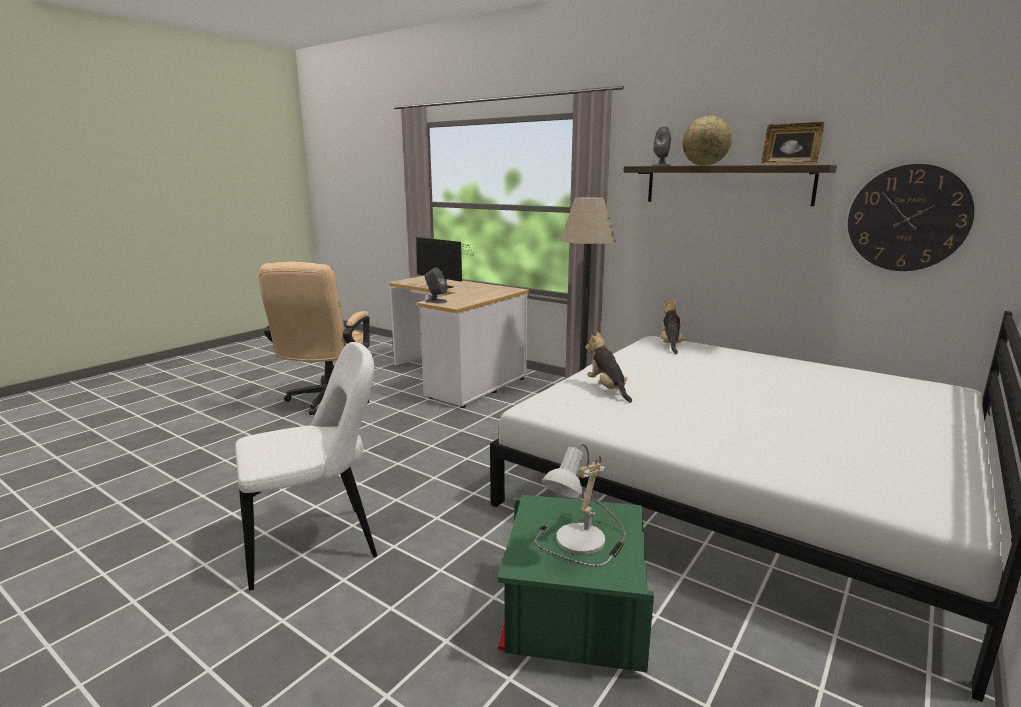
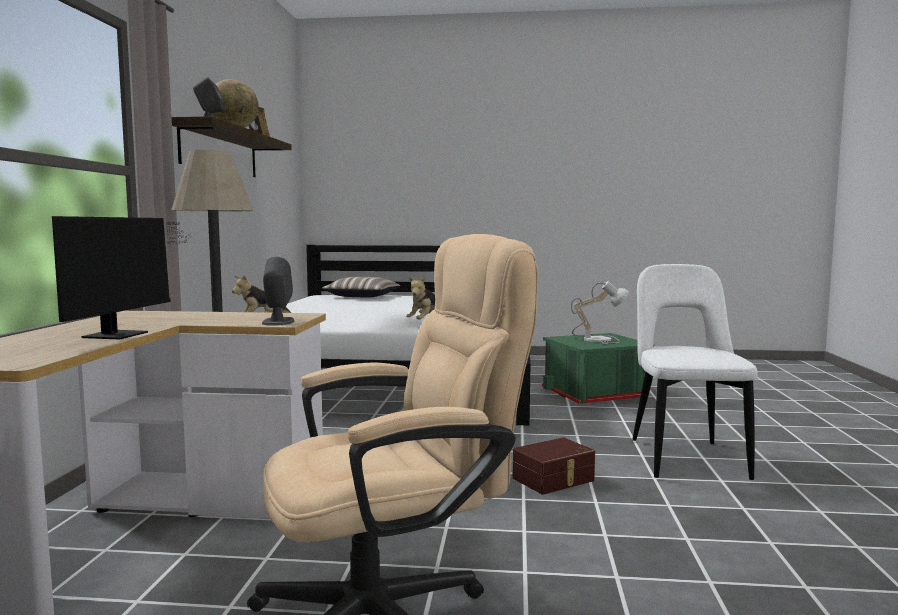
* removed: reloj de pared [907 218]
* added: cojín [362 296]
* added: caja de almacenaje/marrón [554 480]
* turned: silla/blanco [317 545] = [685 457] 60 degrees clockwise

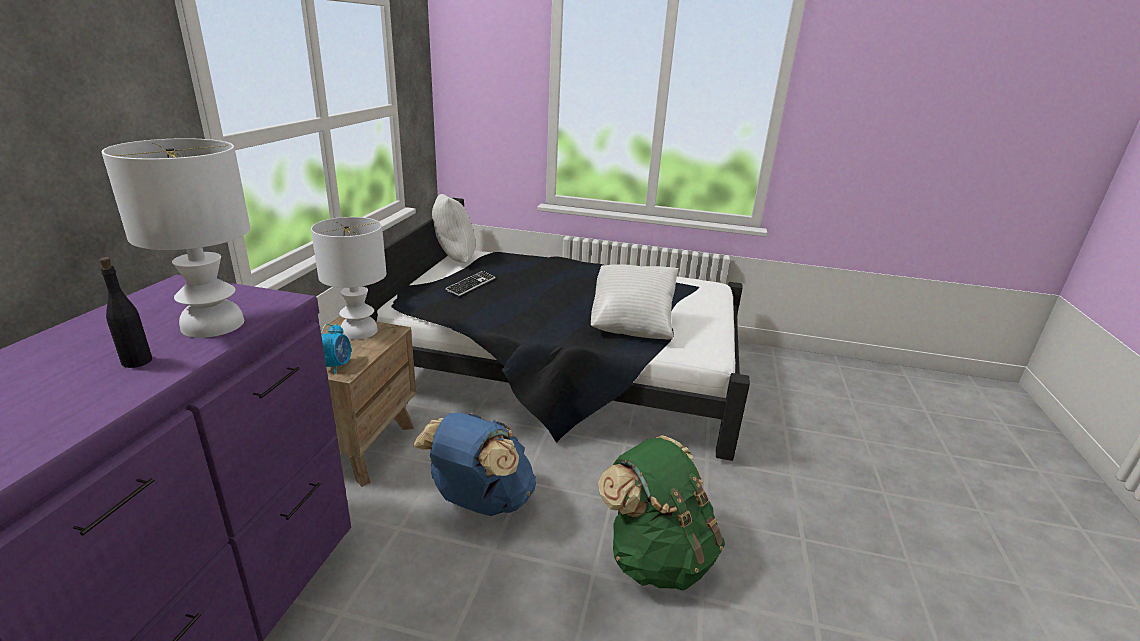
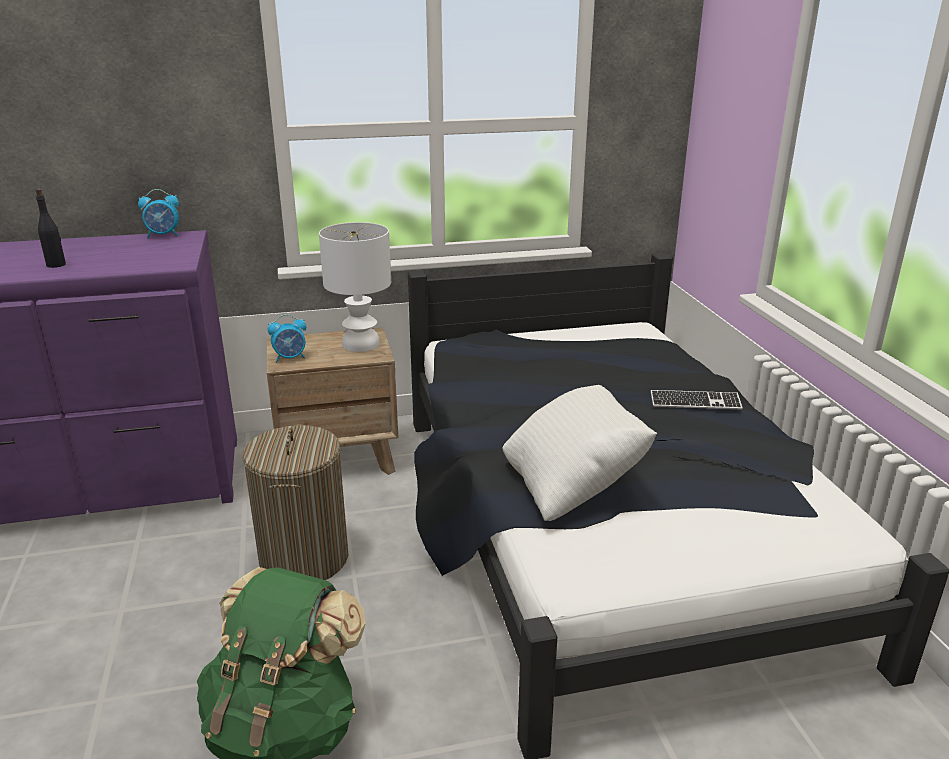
* removed: lámpara de mesa/blanco [214 324]
* removed: cojín/blanco [453 260]
* added: despertador [163 235]
* moved: teclado [471 285] to [695 402]
* replaced: mochila/azul [480 501] to cesto de la ropa [304 558]

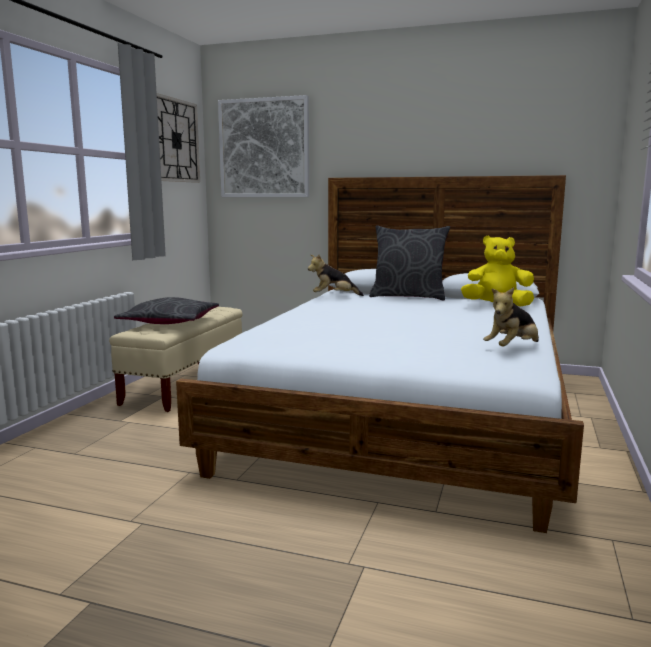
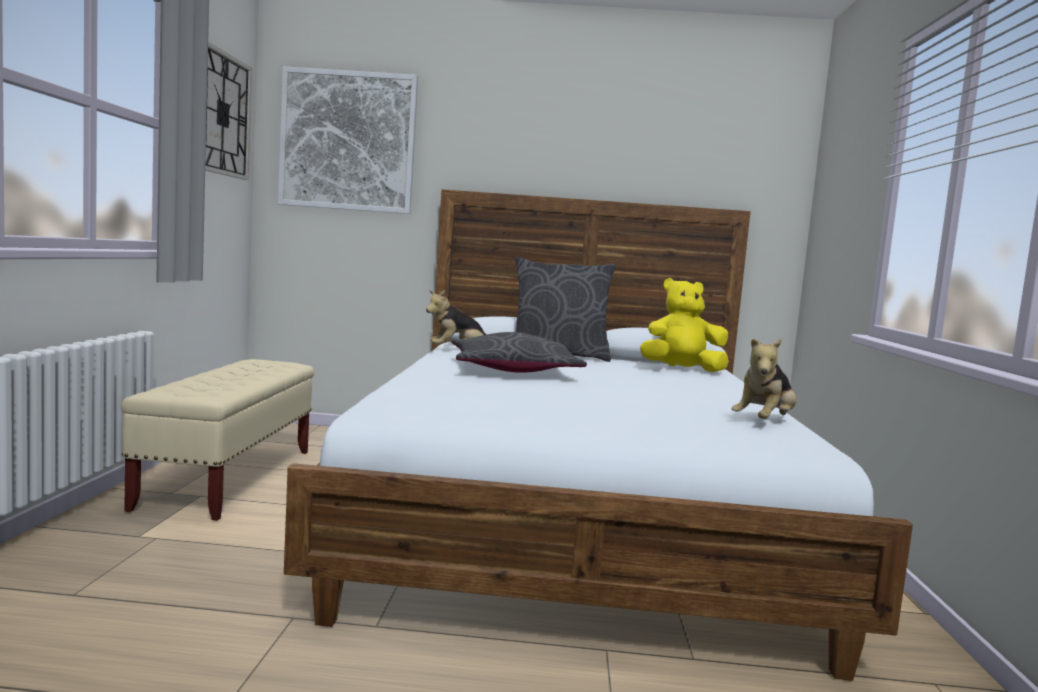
* moved: cojín/gris [169 322] to [513 371]

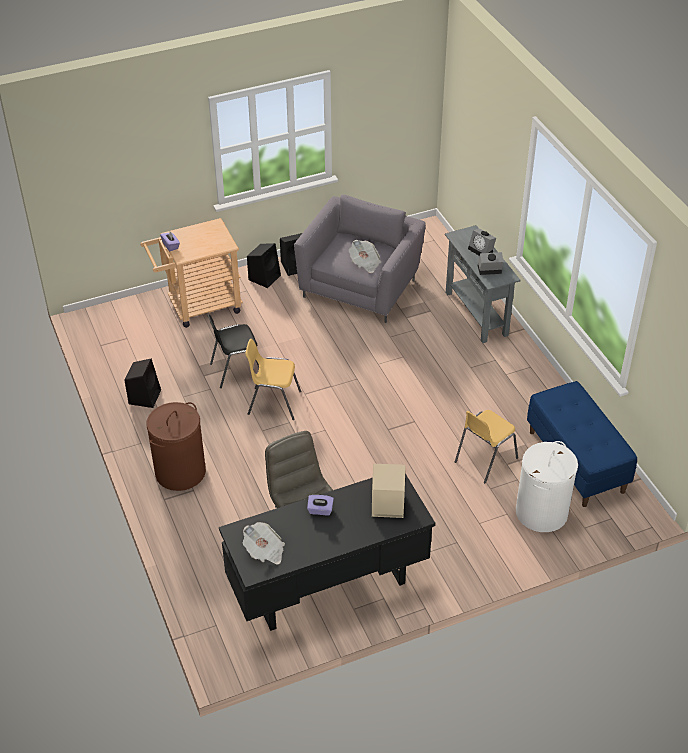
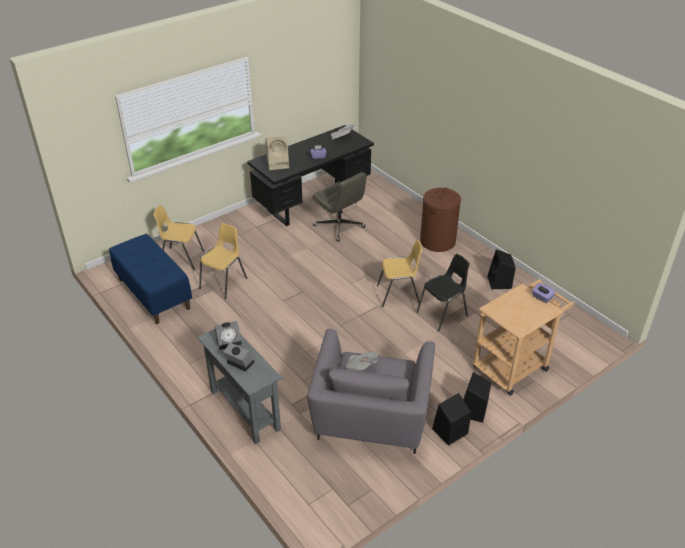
* replaced: cesto de la ropa/blanco [541 513] to silla/amarillo [181 258]

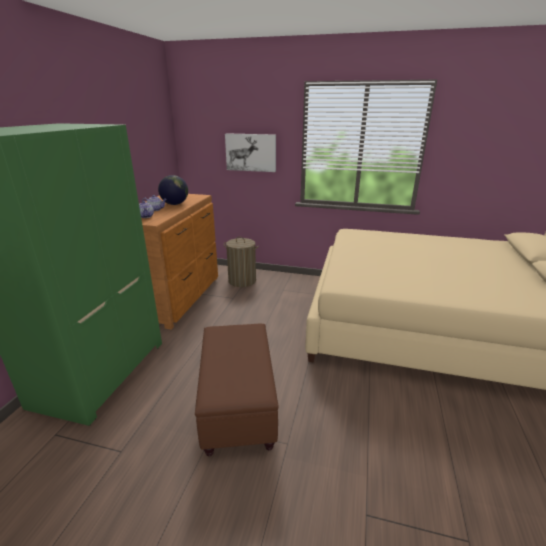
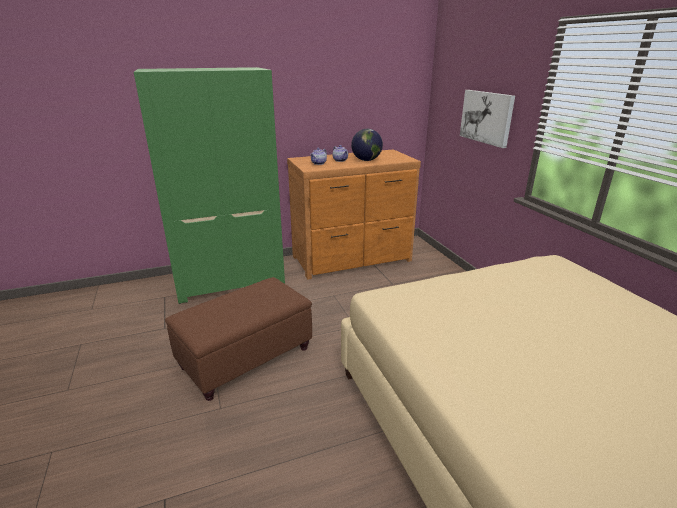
* removed: cesto de la ropa [242 281]

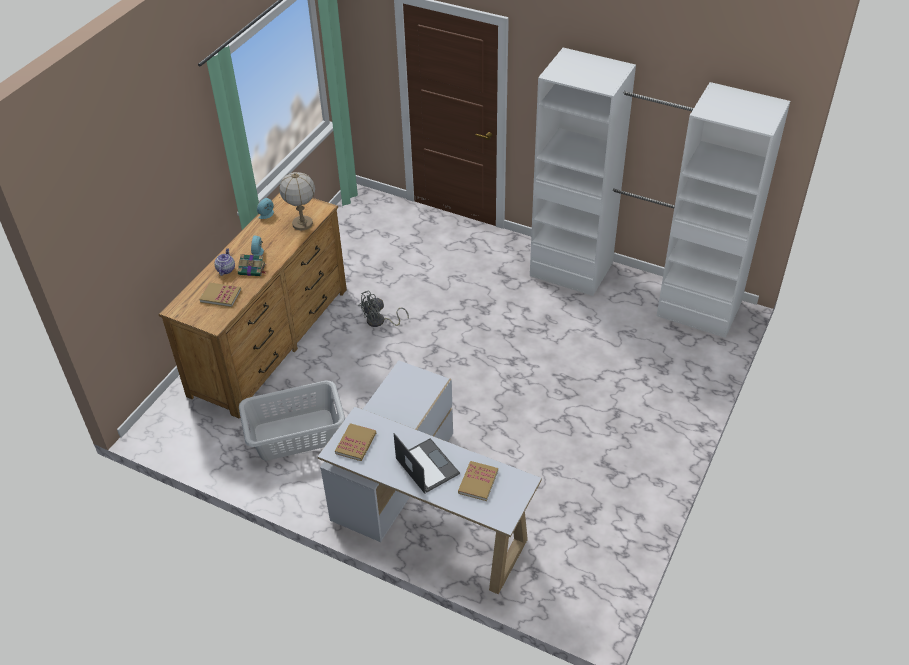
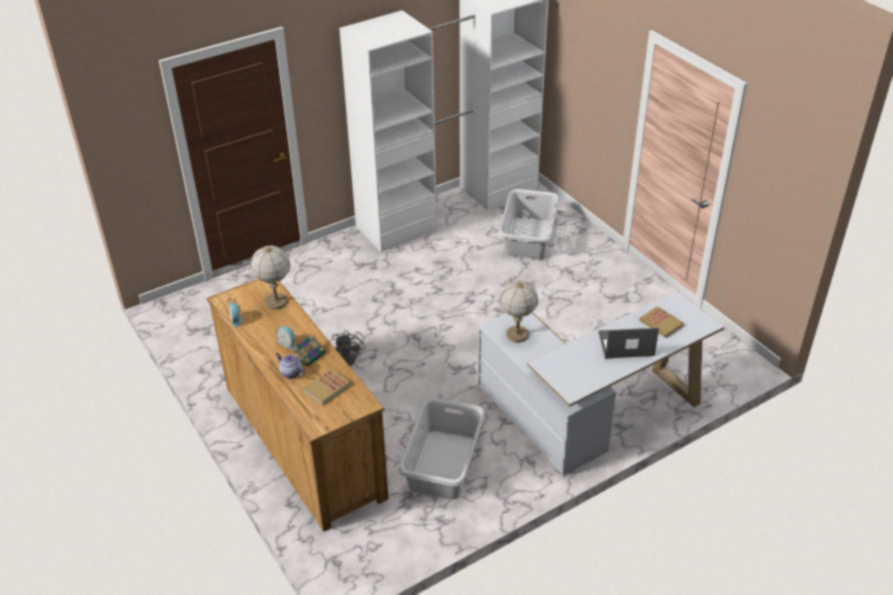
* removed: libro [356 443]
* added: cesto de la ropa/gris [528 238]
* added: lámpara de mesa [517 335]

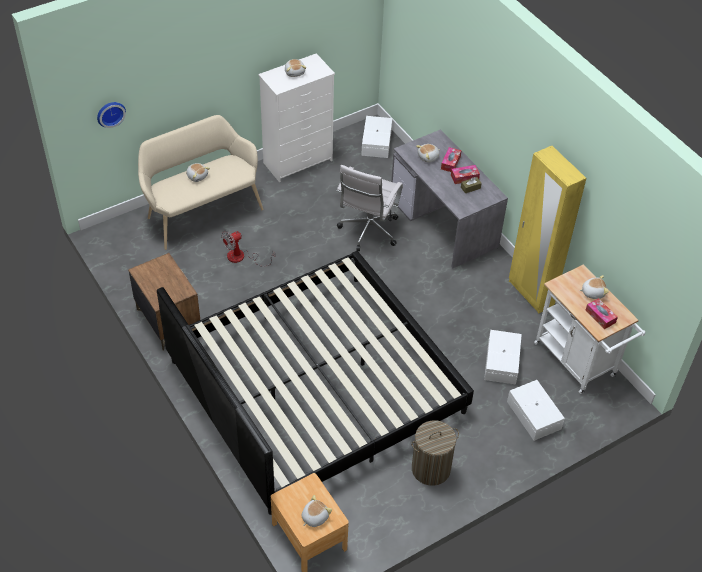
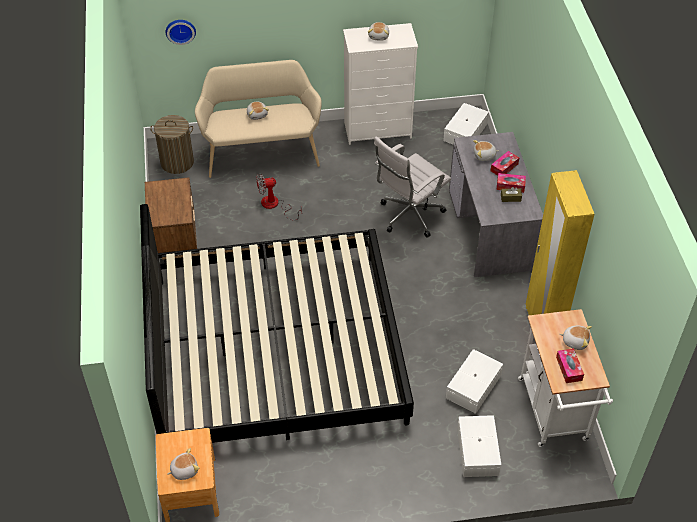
* moved: cesto de la ropa [431 469] to [177 162]

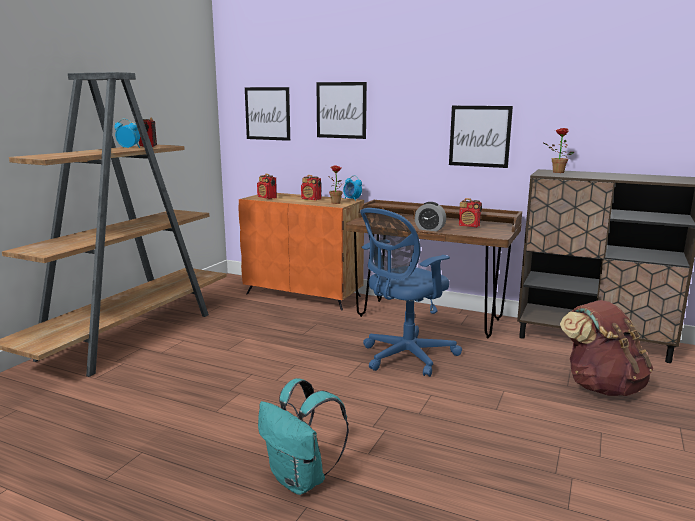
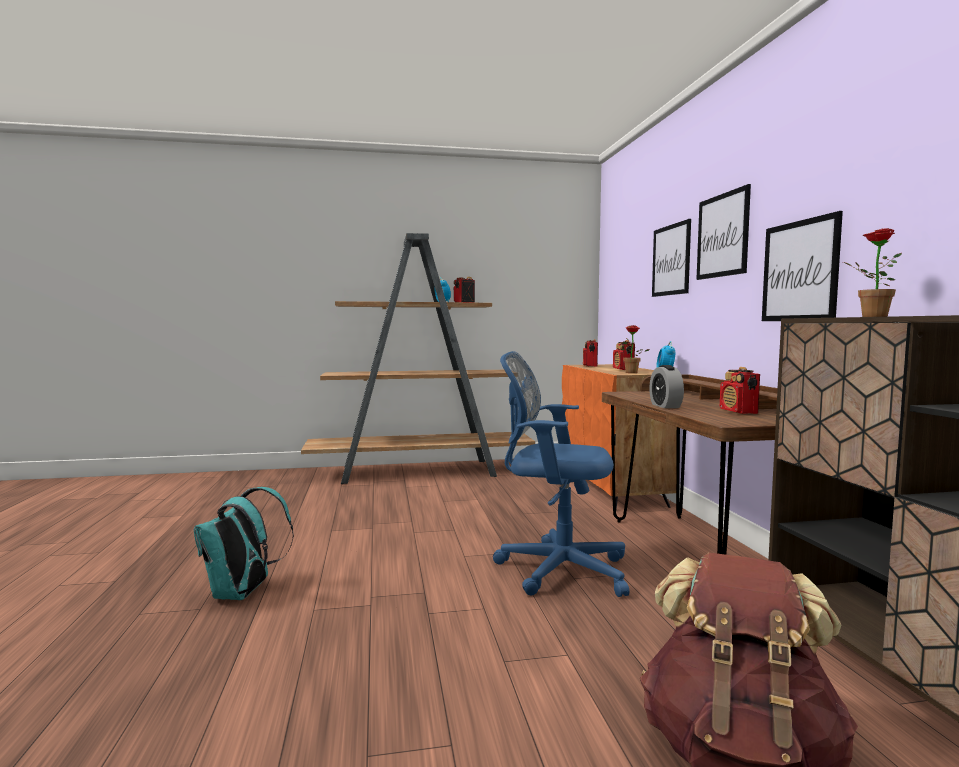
* moved: cuadro [267 113] to [722 235]

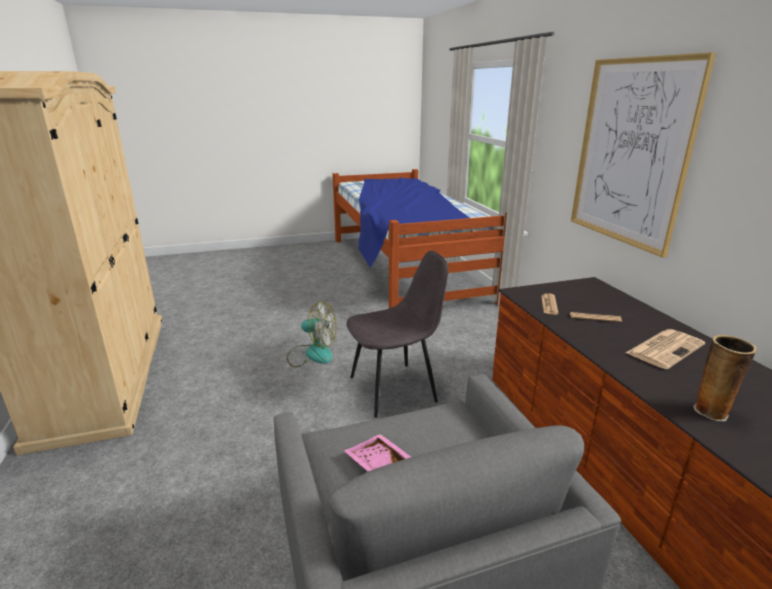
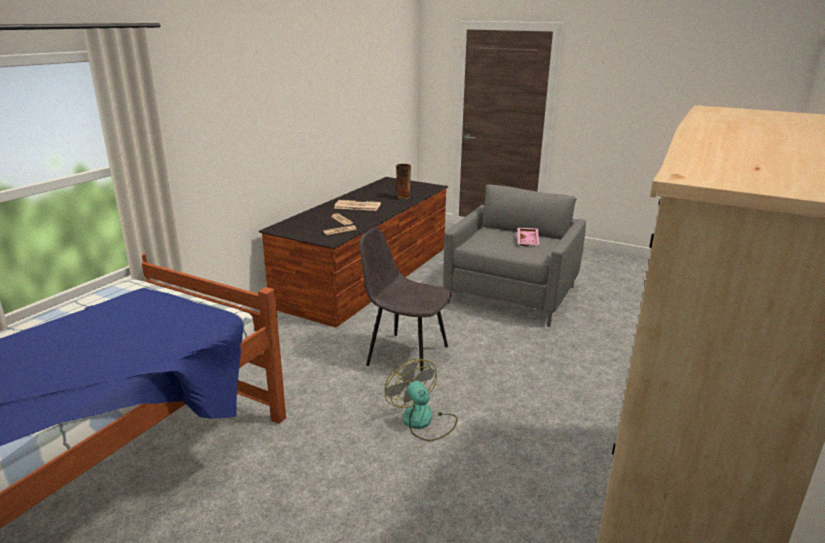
* removed: cuadro [631 153]

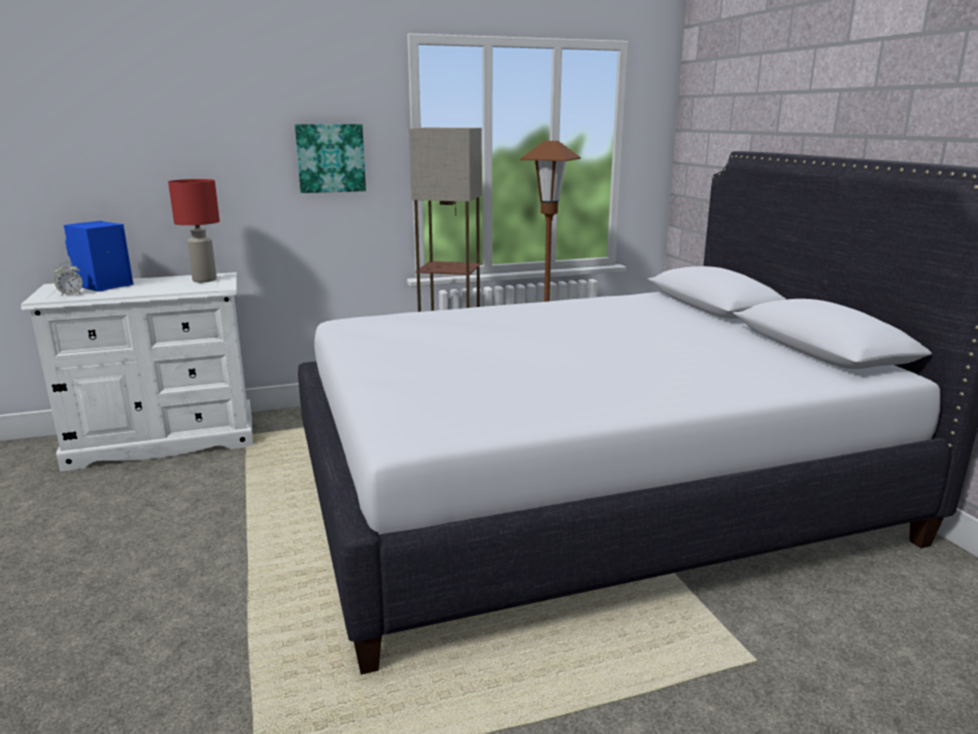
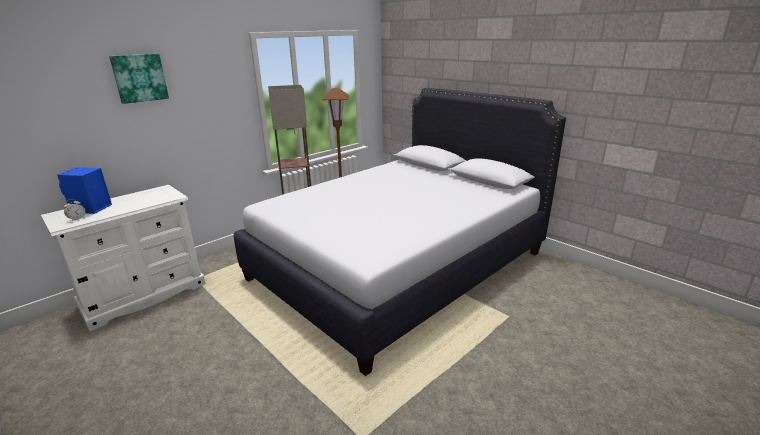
* removed: lámpara de mesa/rojo [204 280]
* moved: cuadro [330 158] to [139 78]

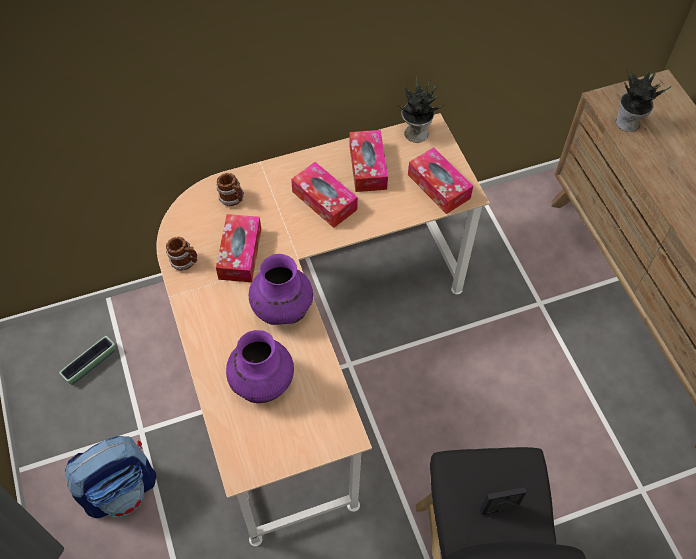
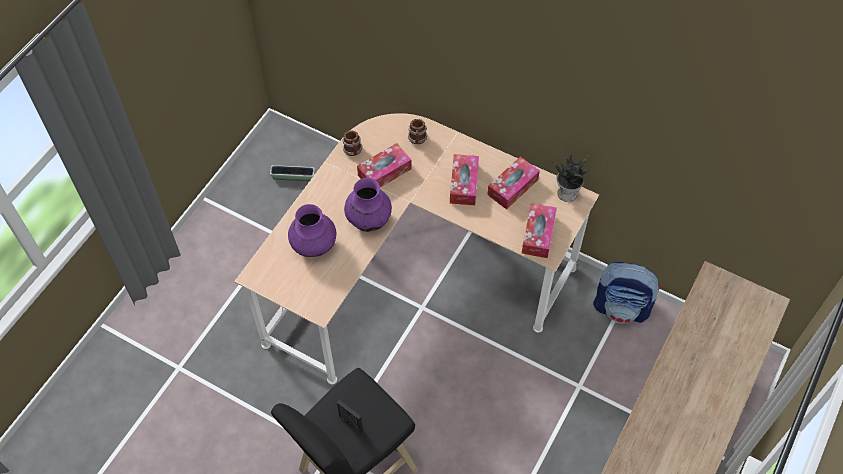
* removed: planta en maceta [628 123]
* moved: mochila [121 489] to [622 307]

